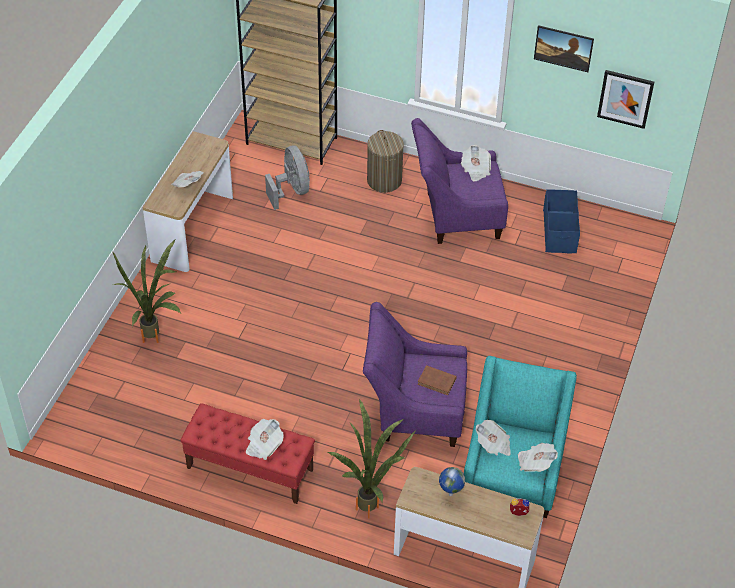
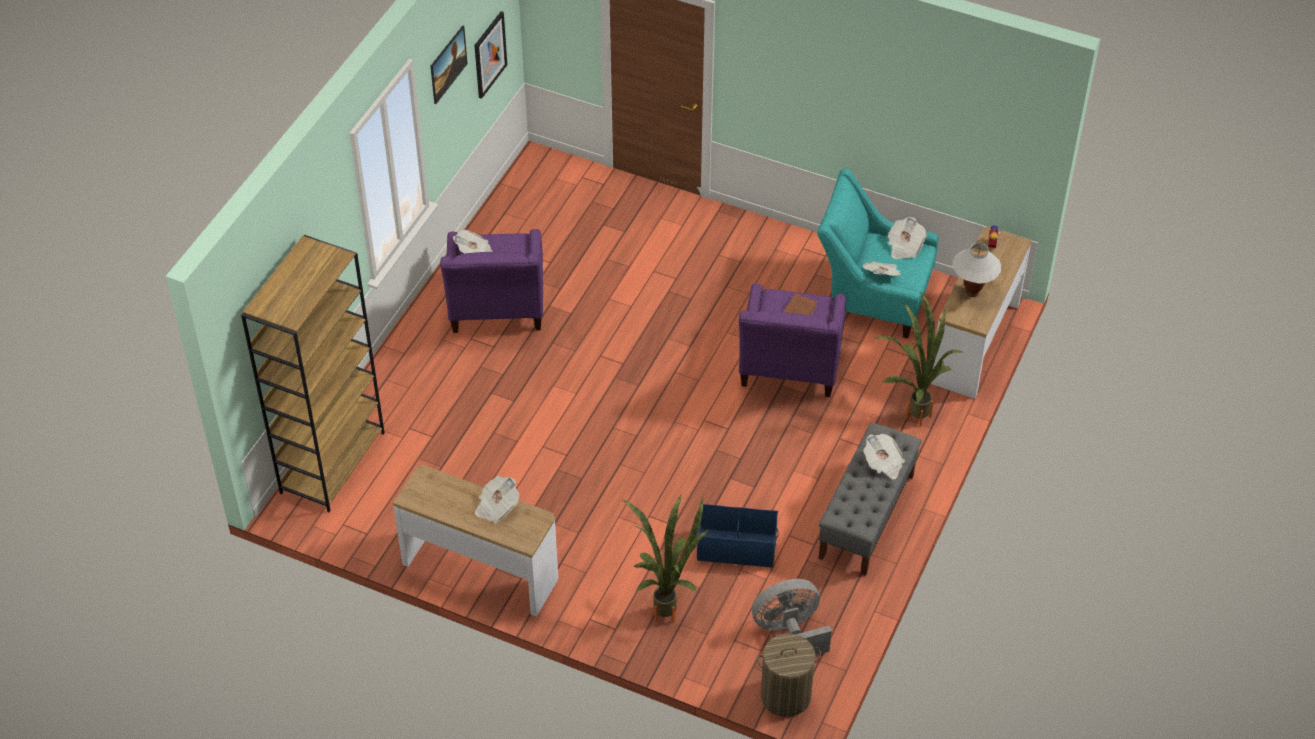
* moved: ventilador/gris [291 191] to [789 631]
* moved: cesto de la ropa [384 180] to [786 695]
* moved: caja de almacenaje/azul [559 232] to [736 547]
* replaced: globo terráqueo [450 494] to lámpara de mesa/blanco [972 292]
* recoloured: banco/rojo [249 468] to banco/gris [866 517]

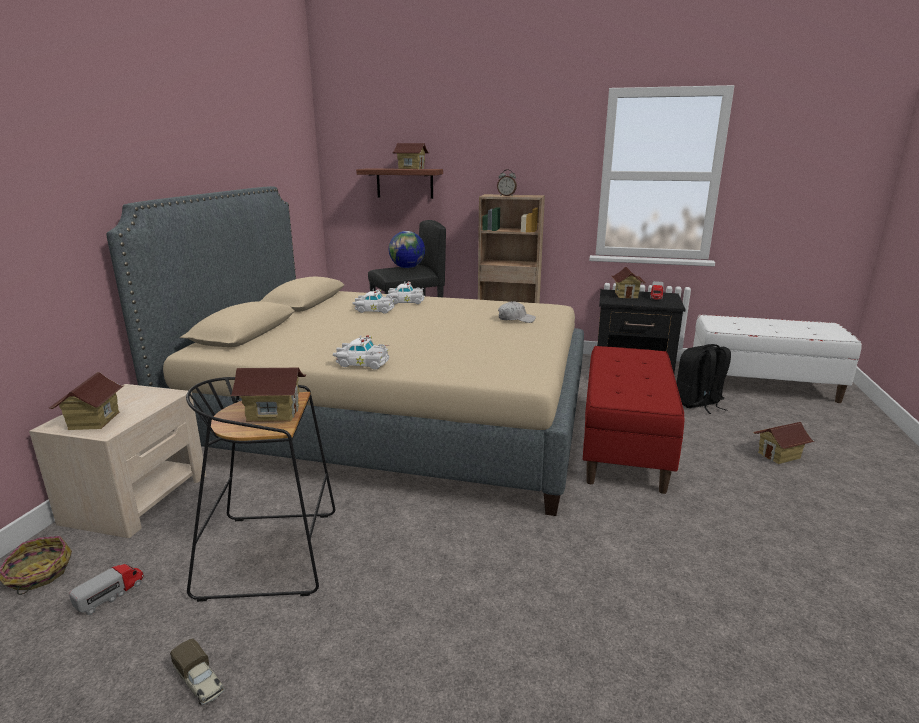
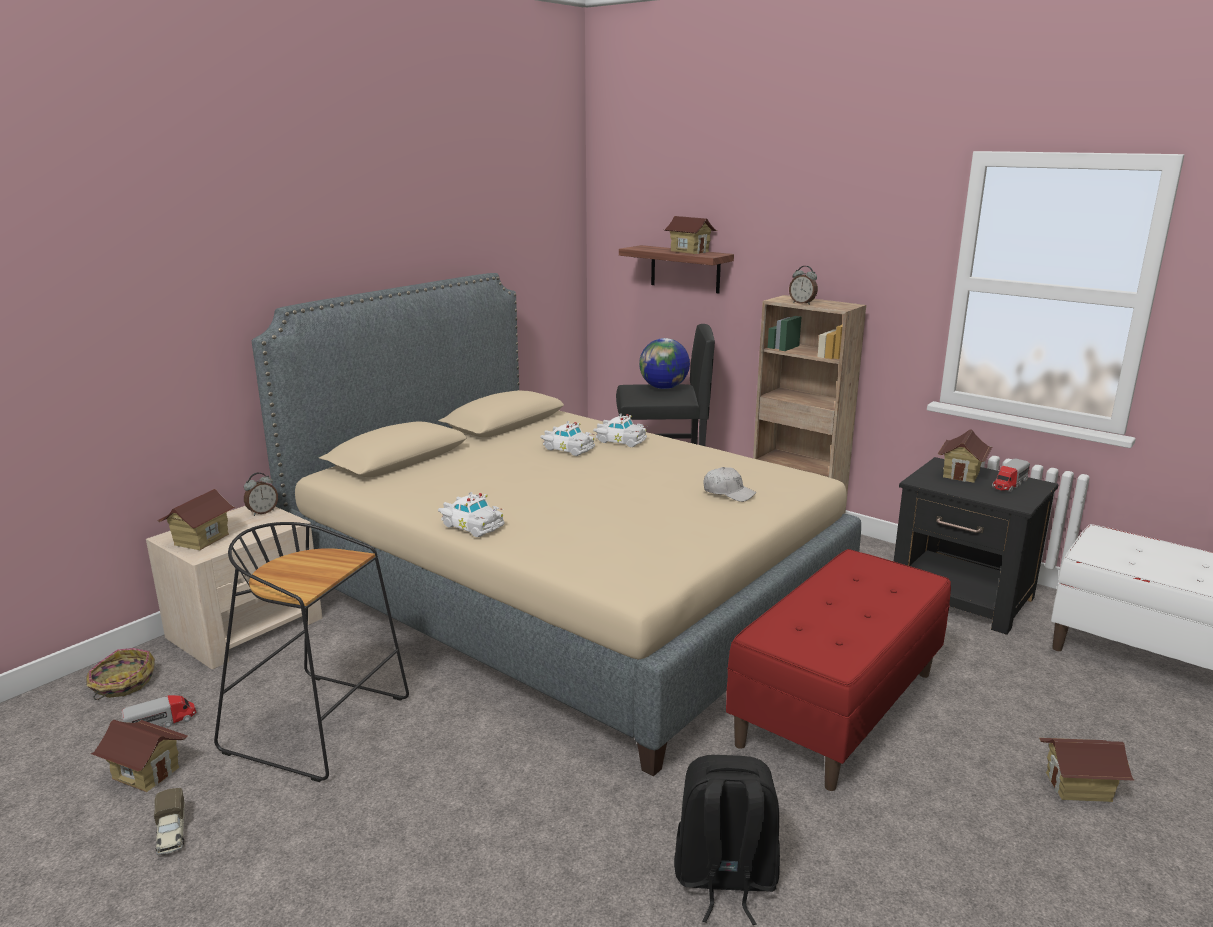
* added: despertador [262 512]
* moved: casita [273 413] to [146 773]
* moved: mochila/negro [699 404] to [724 880]

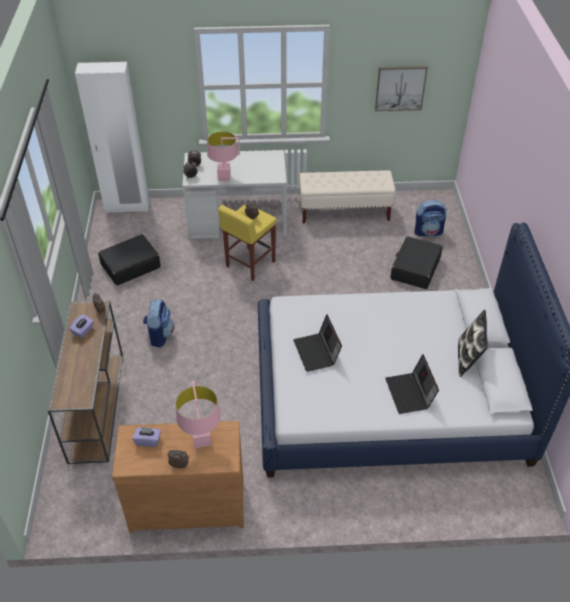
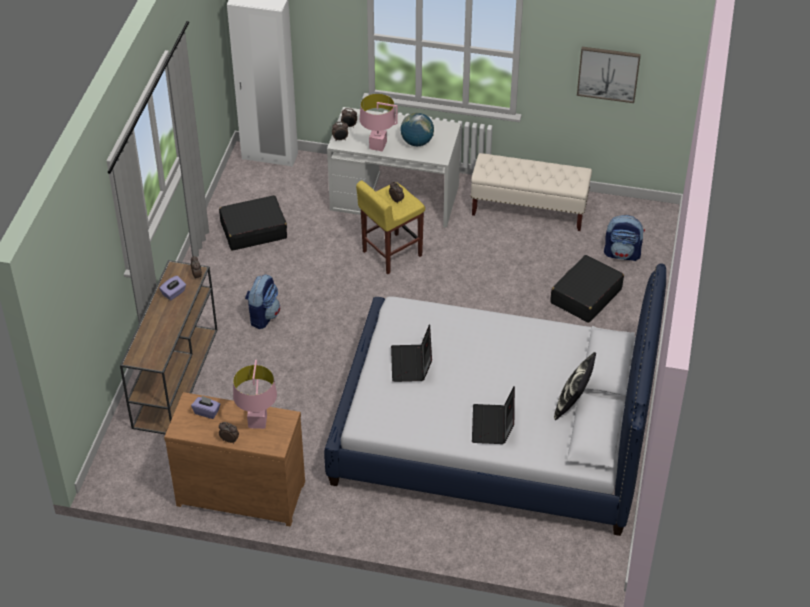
* added: globo terráqueo [417 142]

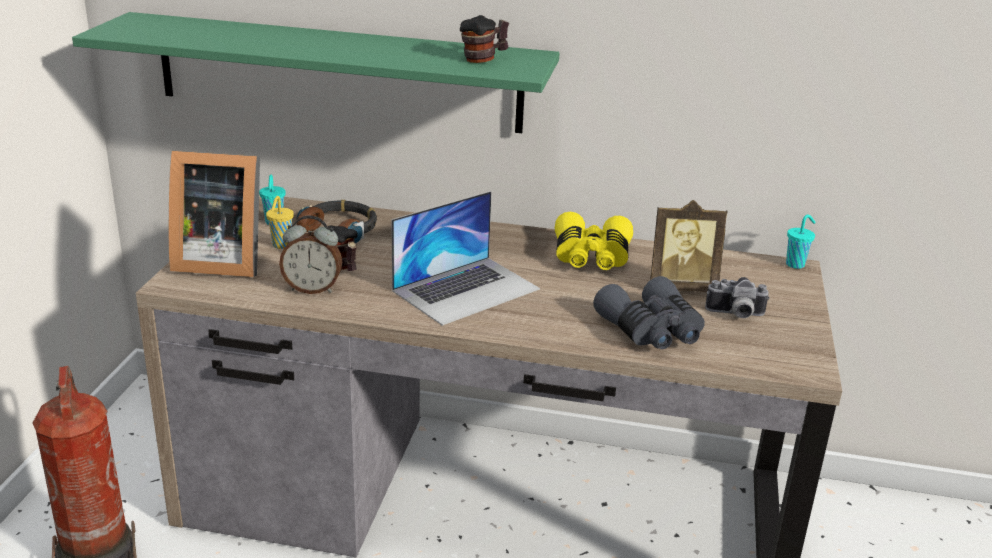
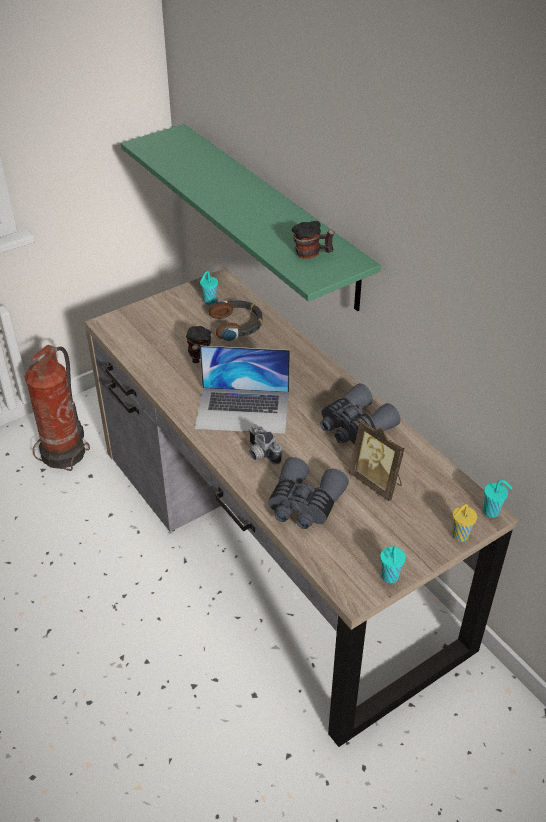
* removed: portarretratos [219 261]
* removed: despertador [312 289]
* added: taza/turquesa [390 577]
* moved: taza/amarillo [281 245] to [459 536]
* moved: cámara [735 315] to [260 454]
* recoloured: prismáticos/amarillo [591 257] to prismáticos/gris [354 426]

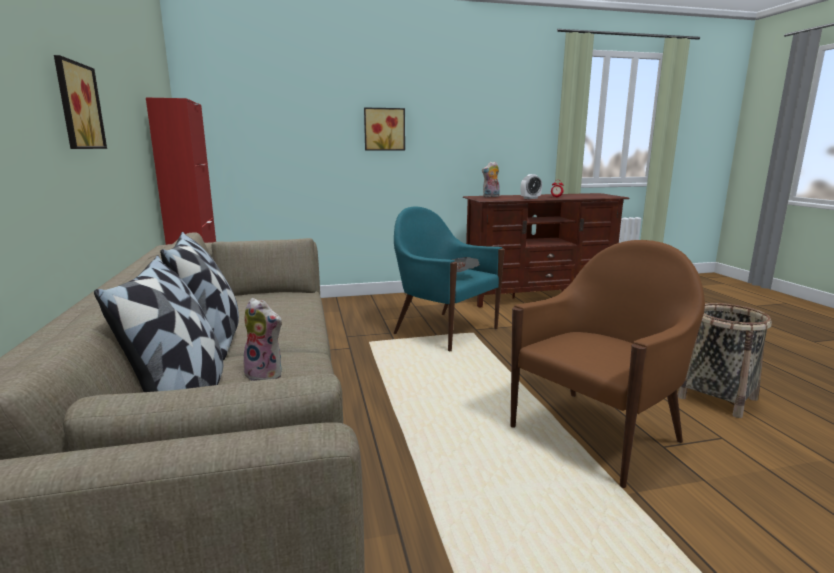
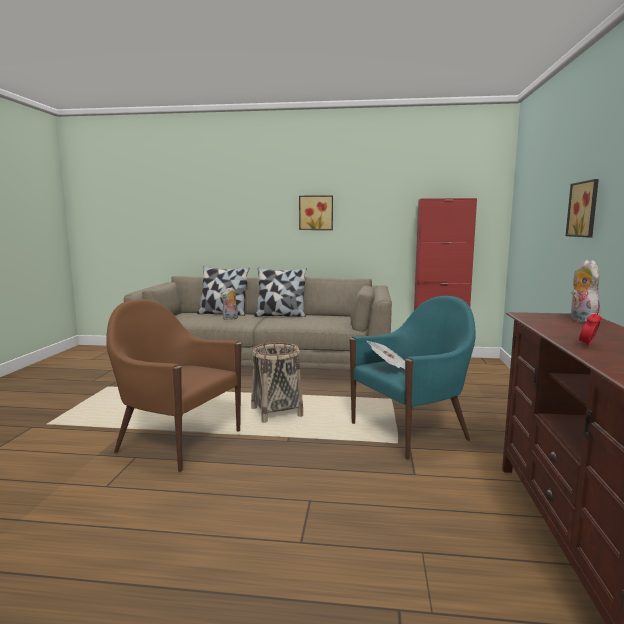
* removed: despertador [530 198]
* moved: cesta [717 398] to [276 412]
* turned: sillón/marrón [596 433] = [178 441] 135 degrees clockwise

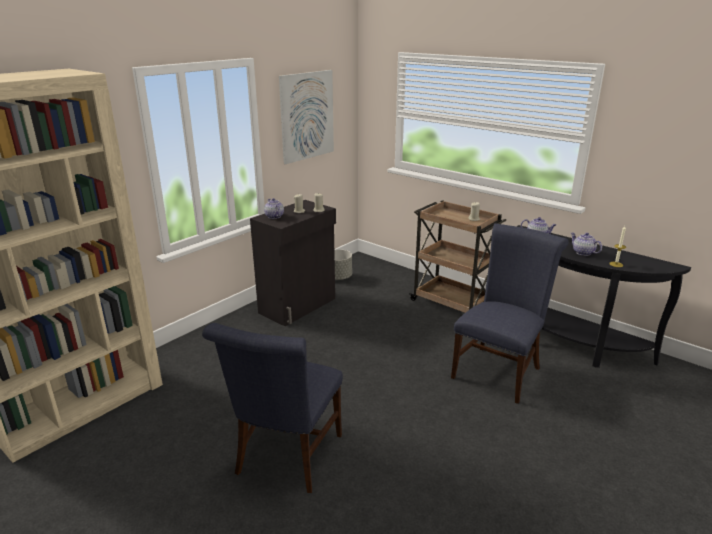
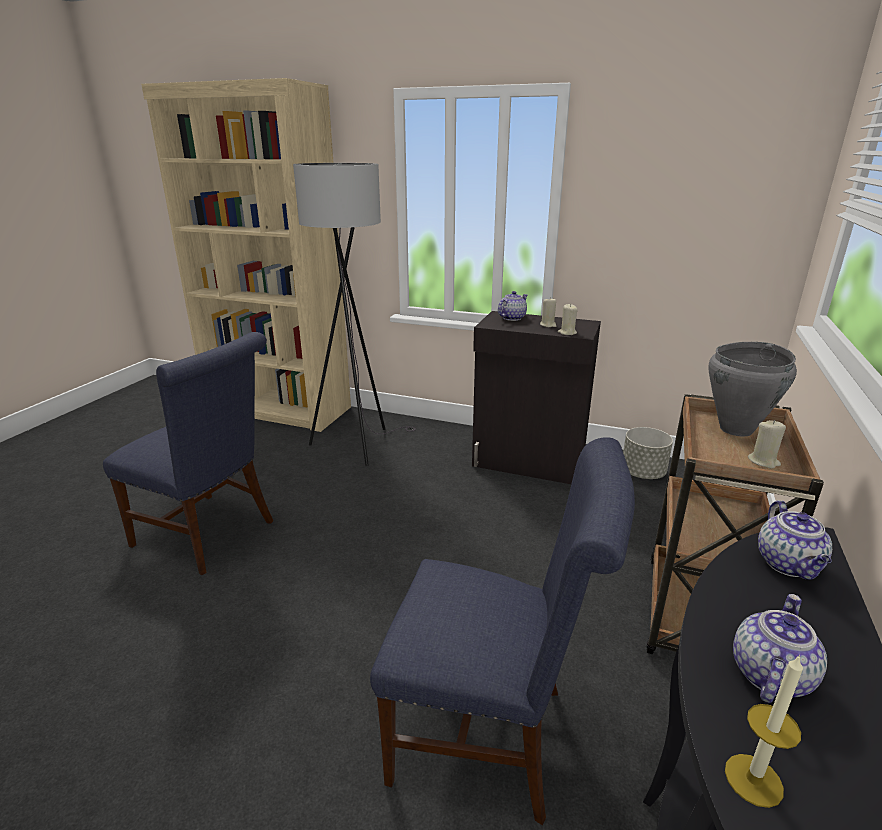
* removed: cuadro [307 116]
* added: lámpara de pie/gris [358 443]
* added: olla/gris [737 429]
* turned: silla/azul [286 458] = [211 534] 150 degrees counterclockwise

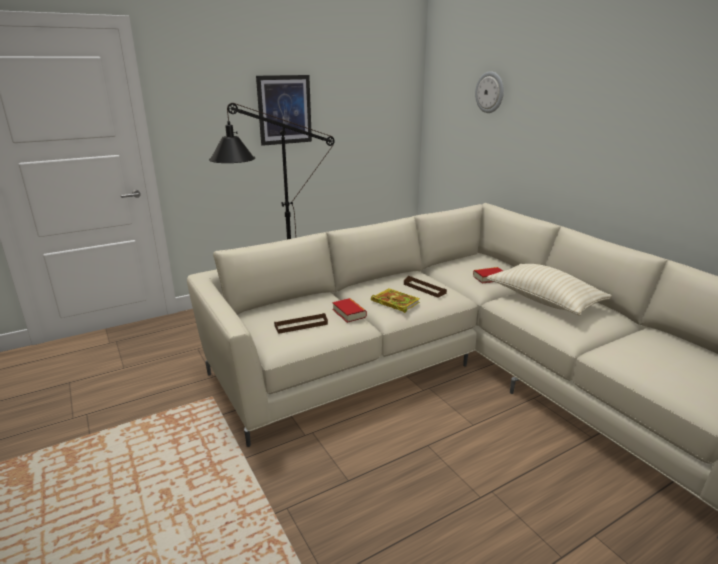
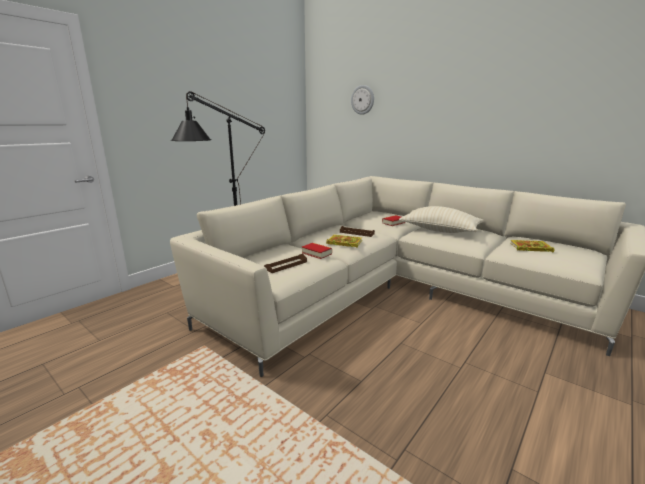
* removed: cuadro [284 110]
* added: libro [529 248]

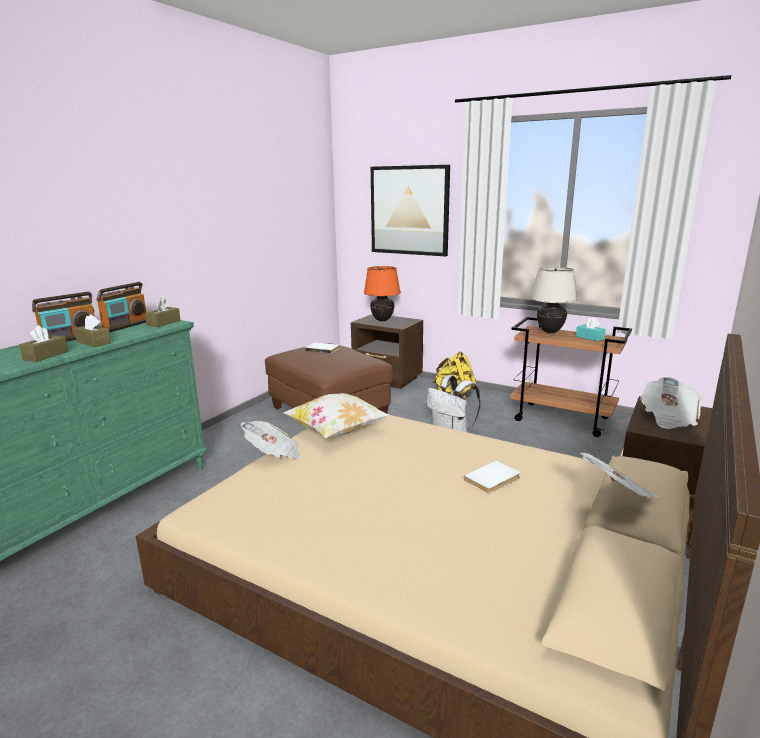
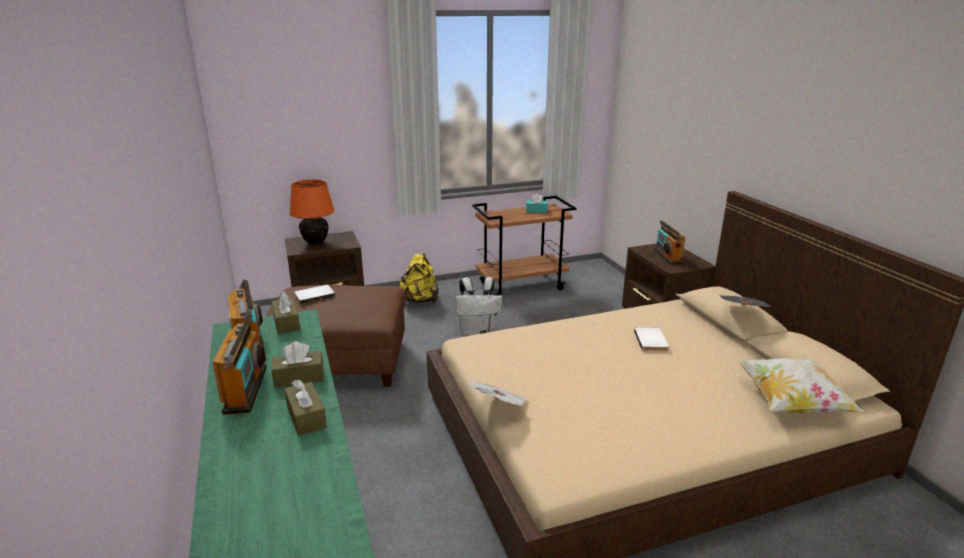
* removed: cuadro [409 210]
* removed: lámpara de mesa/beis [550 331]
* moved: cojín [337 432] to [791 403]
* replaced: periódico [668 418] to radio [667 256]

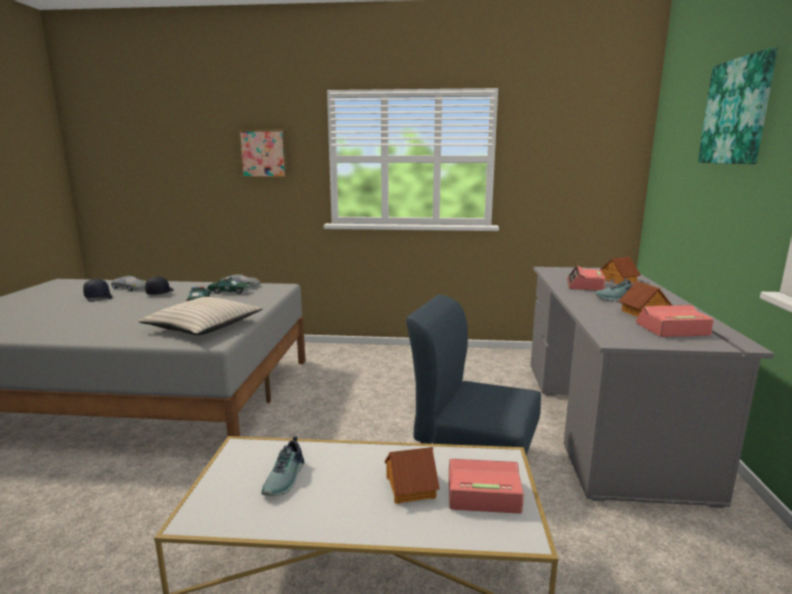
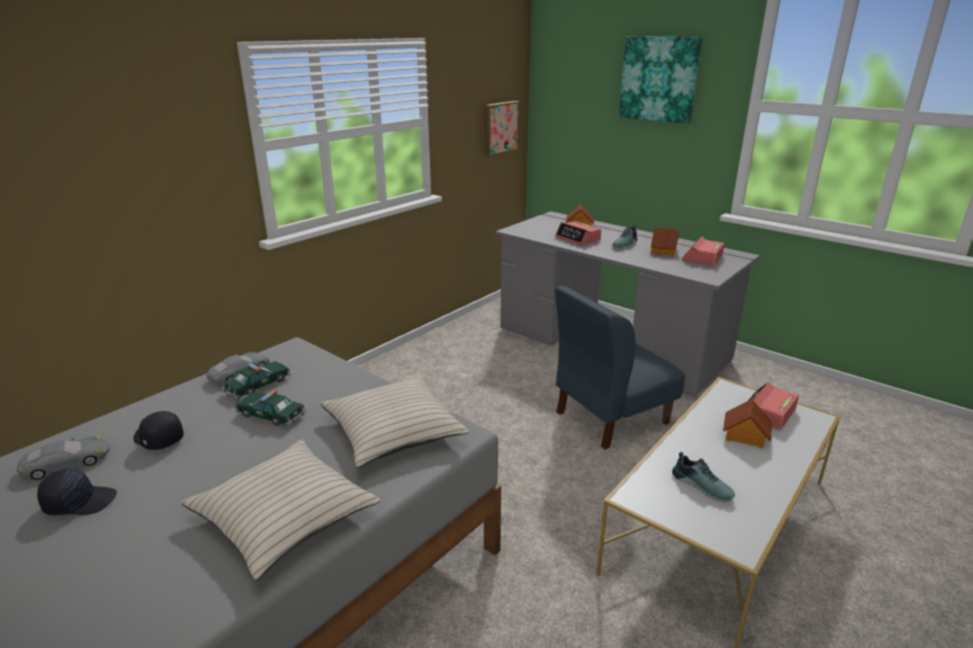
* added: cojín/beis [284 517]
* moved: cuadro [264 154] to [499 127]

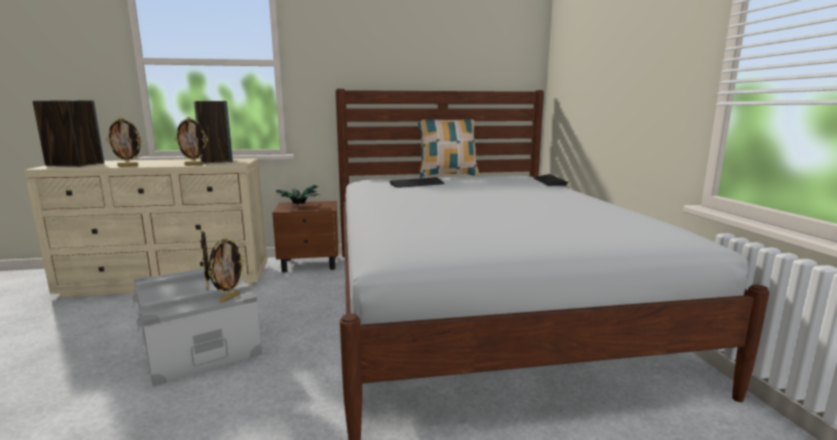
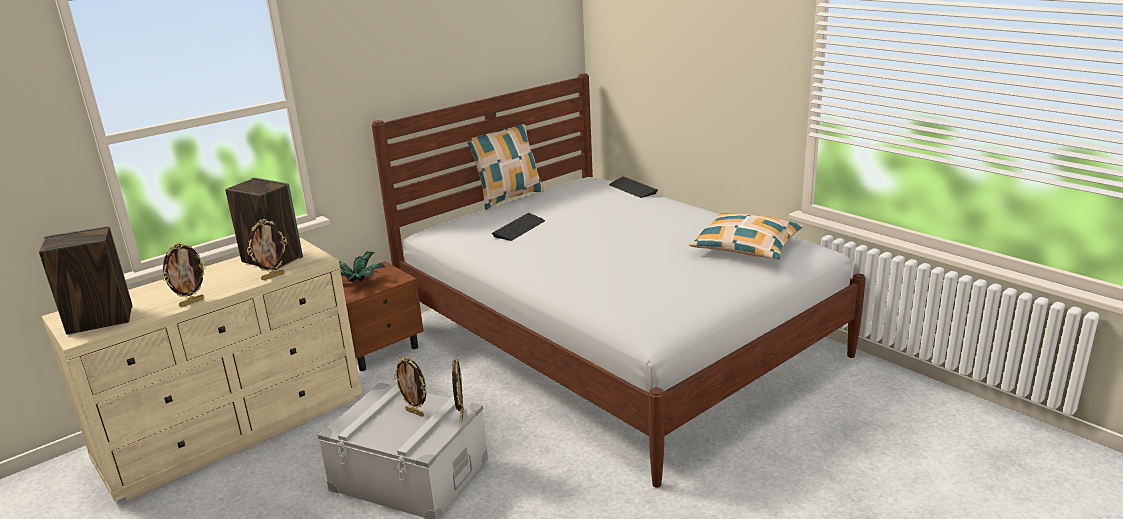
* added: cojín [746 247]

